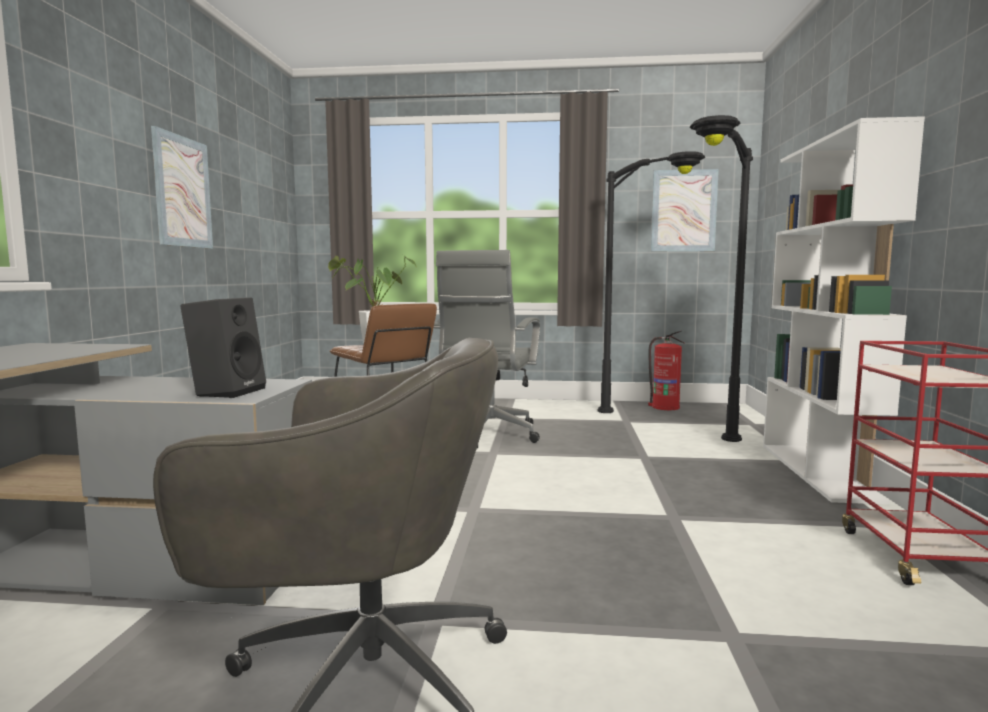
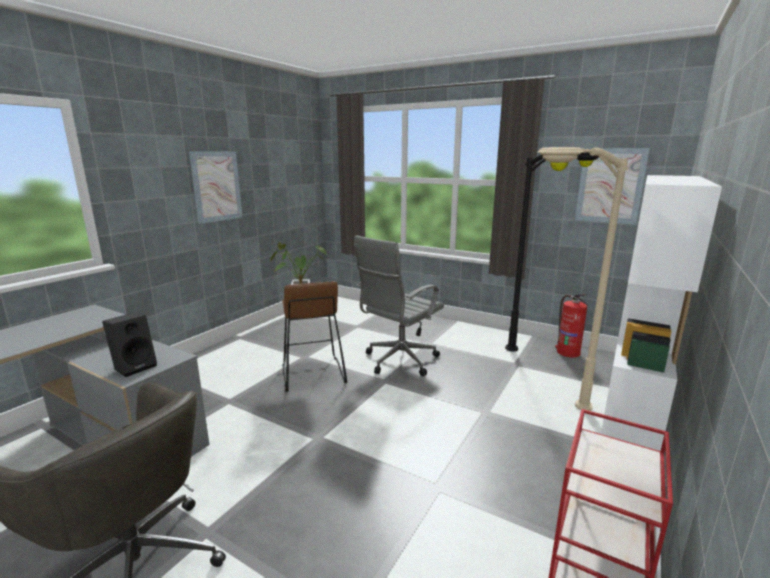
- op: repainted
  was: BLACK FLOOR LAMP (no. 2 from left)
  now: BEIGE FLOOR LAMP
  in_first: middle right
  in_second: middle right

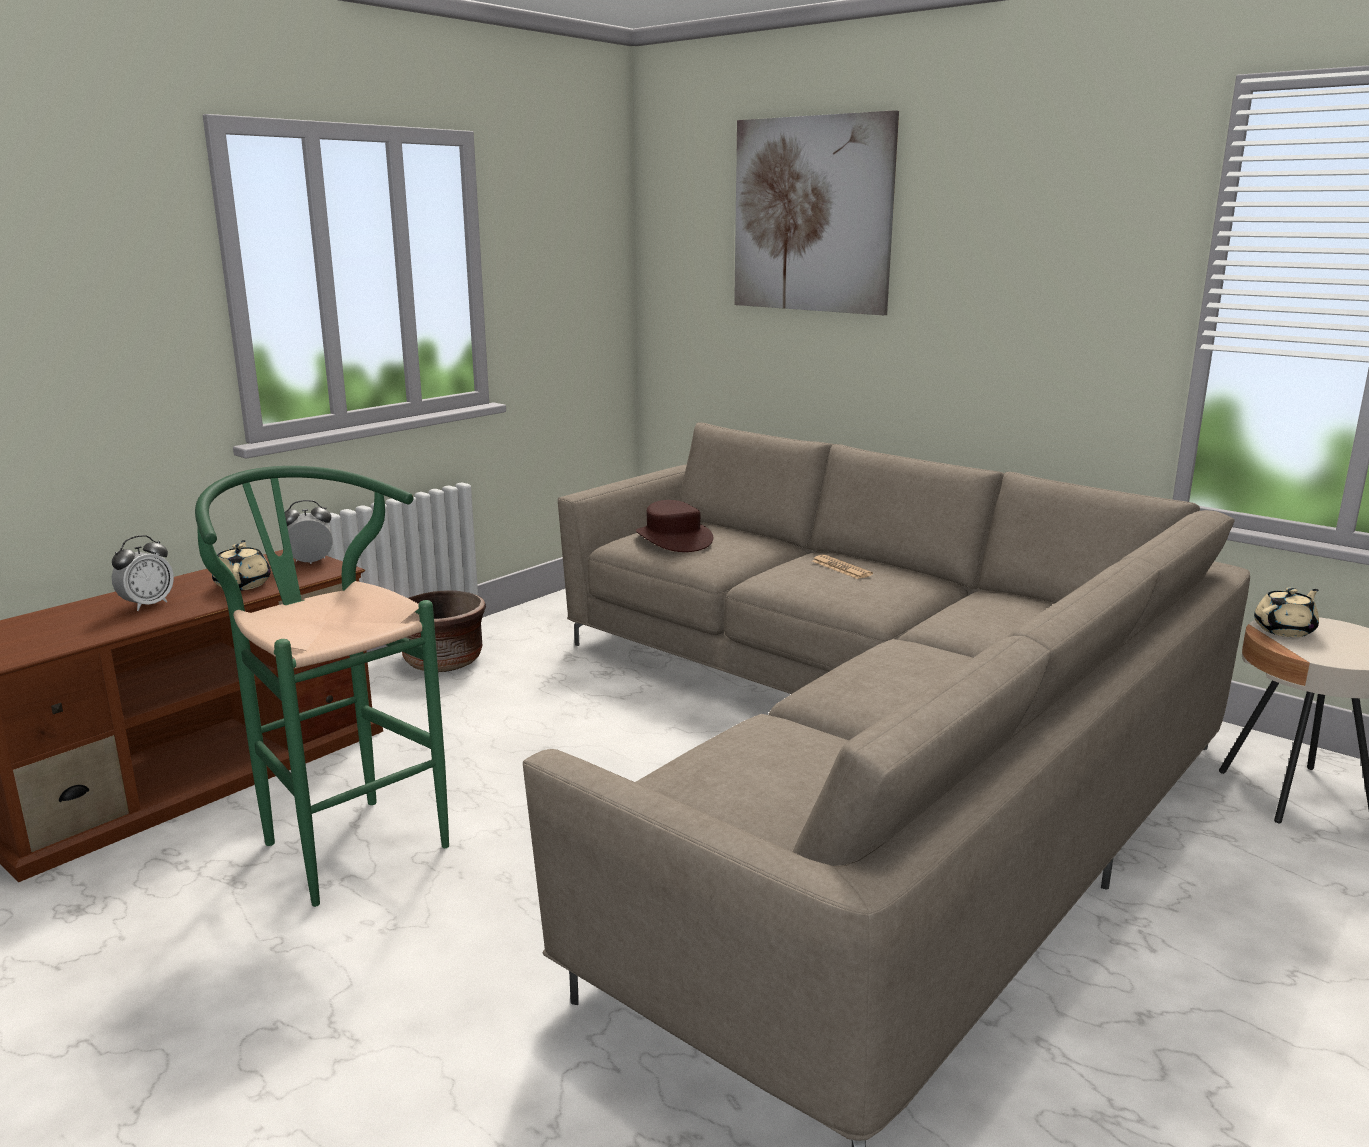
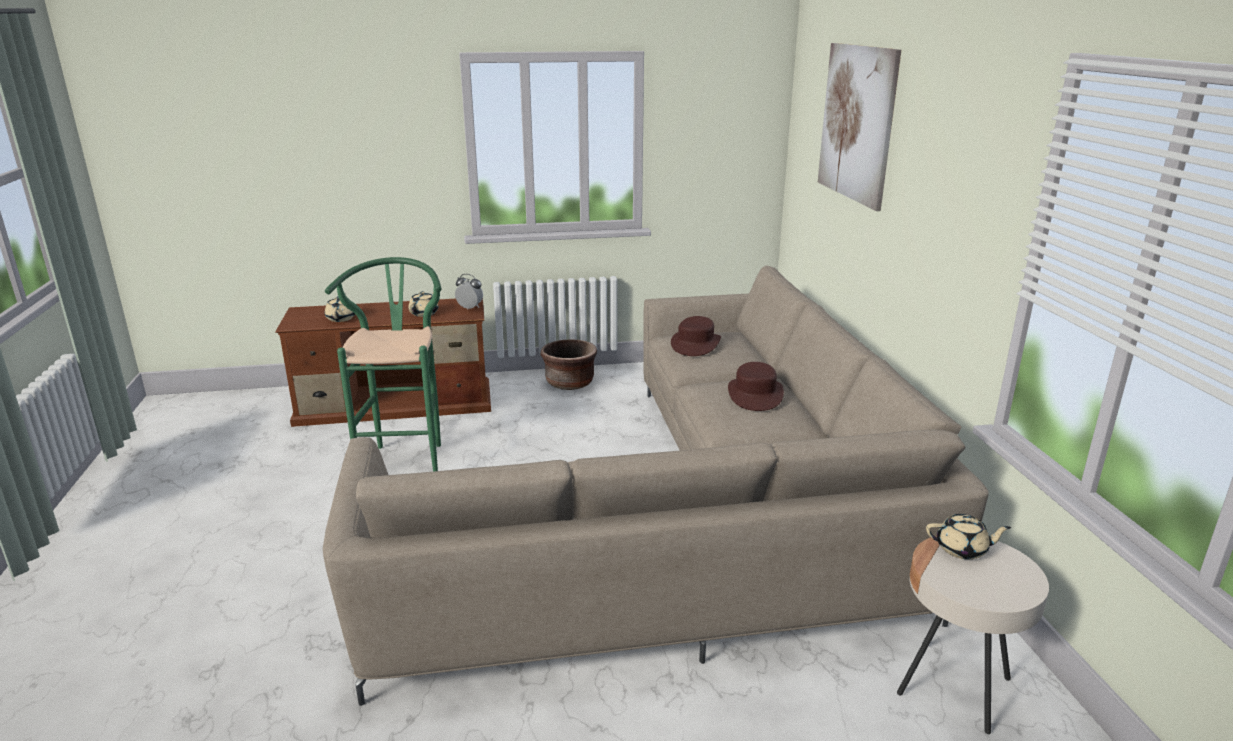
- op: gone
  was: ALARM CLOCK (no. 1 from left)
  in_first: middle left
- op: new
  now: BEIGE TEAPOT (no. 1 from left)
  in_second: middle left
- op: swapped
  was: NEWSPAPER
  now: BROWN HAT (no. 2 from left)
  in_first: centre
  in_second: centre

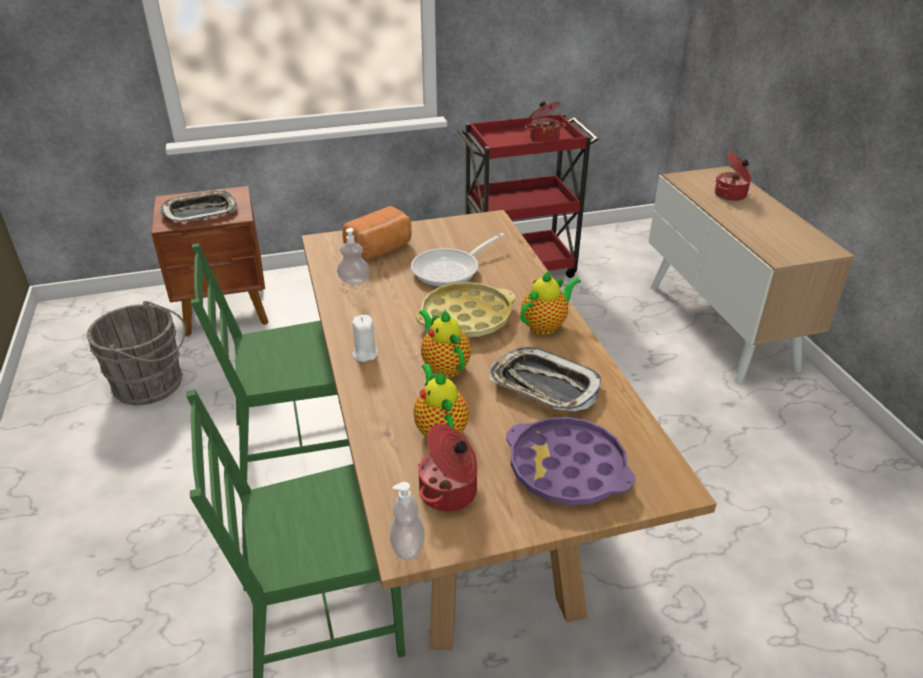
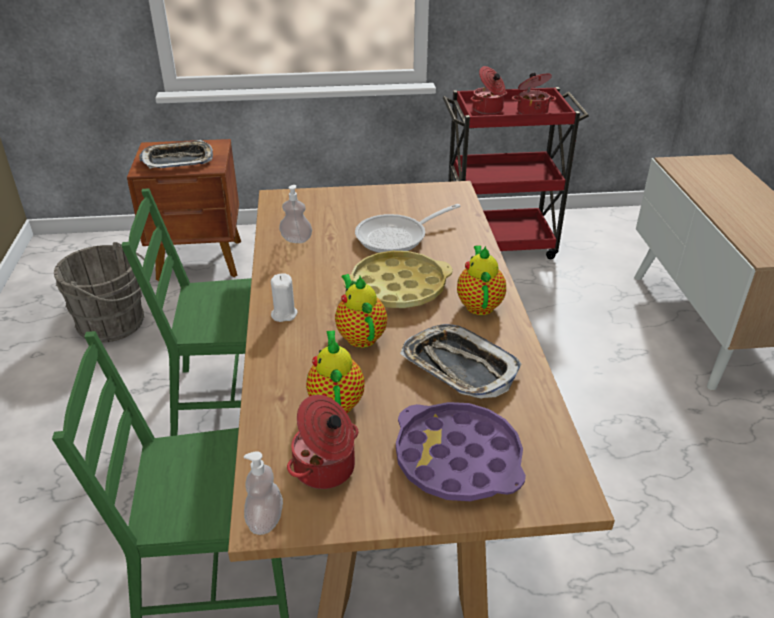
- op: gone
  was: BREAD
  in_first: centre
- op: shifted
  was: COOKING POT (no. 3 from left in the first image)
  now: COOKING POT (no. 2 from left)
  in_first: top right
  in_second: top centre
- op: rotated
  was: TEAPOT (no. 3 from left)
  in_first: centre
  in_second: centre
  clockwise: -60

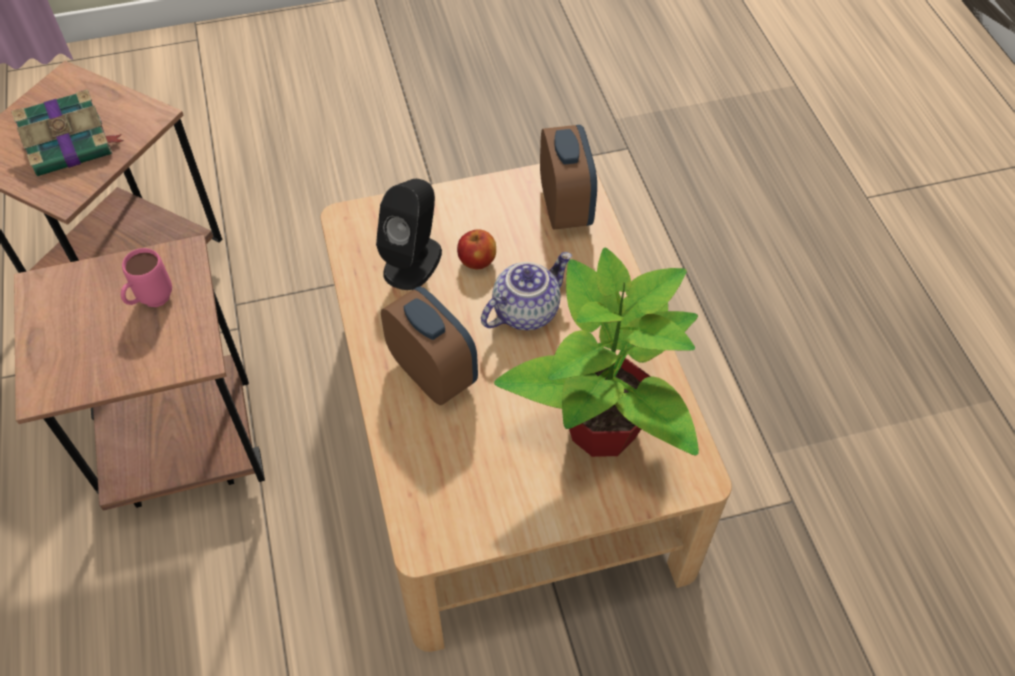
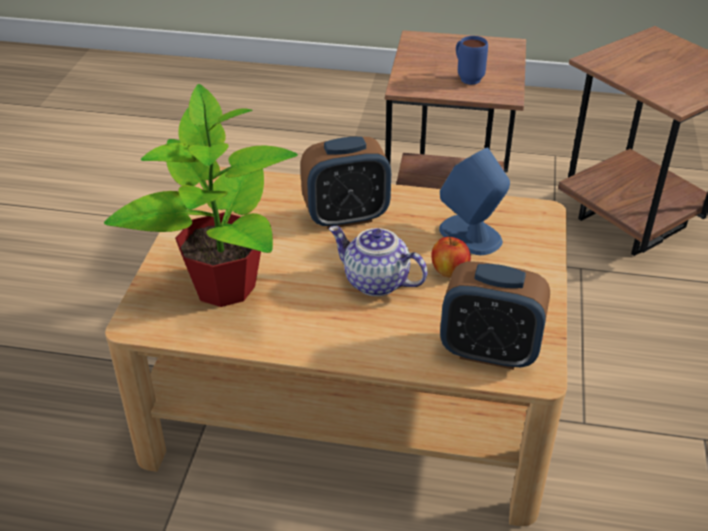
- op: gone
  was: BOOK
  in_first: top left
- op: repainted
  was: PINK MUG
  now: BLUE MUG
  in_first: middle left
  in_second: top right
- op: repainted
  was: BLACK SPEAKER
  now: BLUE SPEAKER
  in_first: centre
  in_second: middle right
- op: rotated
  was: TEAPOT
  in_first: centre
  in_second: centre
  clockwise: 135

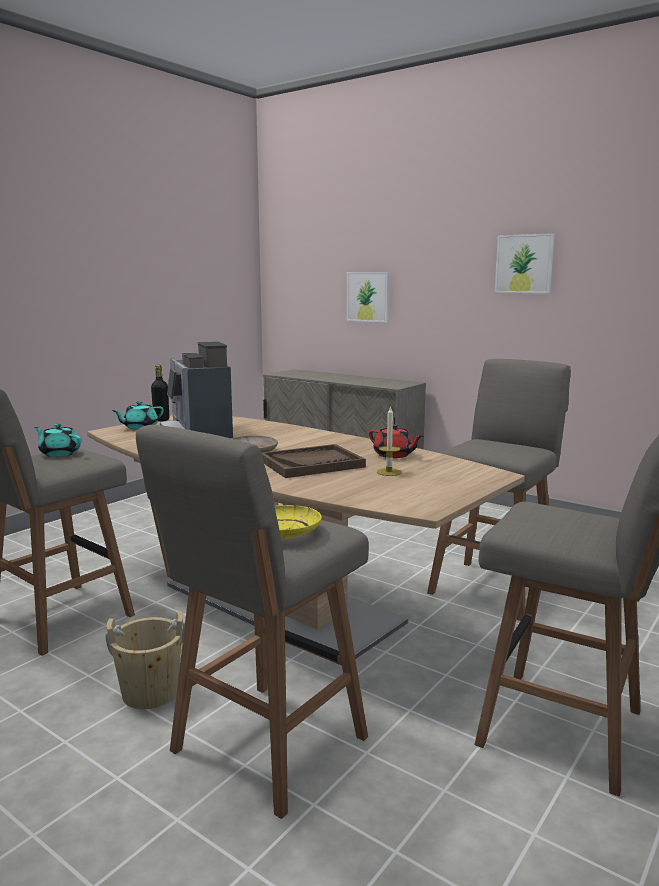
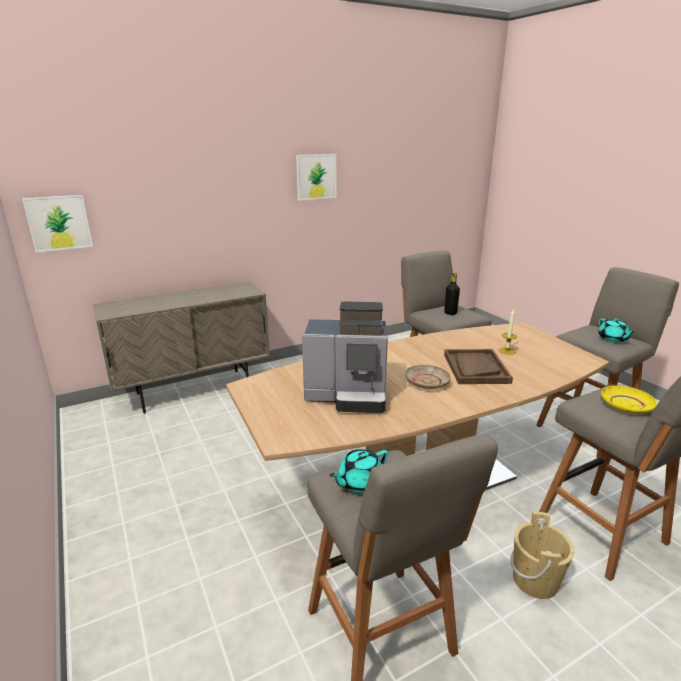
- op: gone
  was: RED TEAPOT
  in_first: centre
- op: shifted
  was: TURQUOISE TEAPOT (no. 2 from left)
  in_first: middle left
  in_second: middle right
- op: shifted
  was: BLACK BOTTLE
  in_first: middle left
  in_second: centre
- op: shifted
  was: PICTURE (no. 1 from left)
  in_first: centre
  in_second: top left

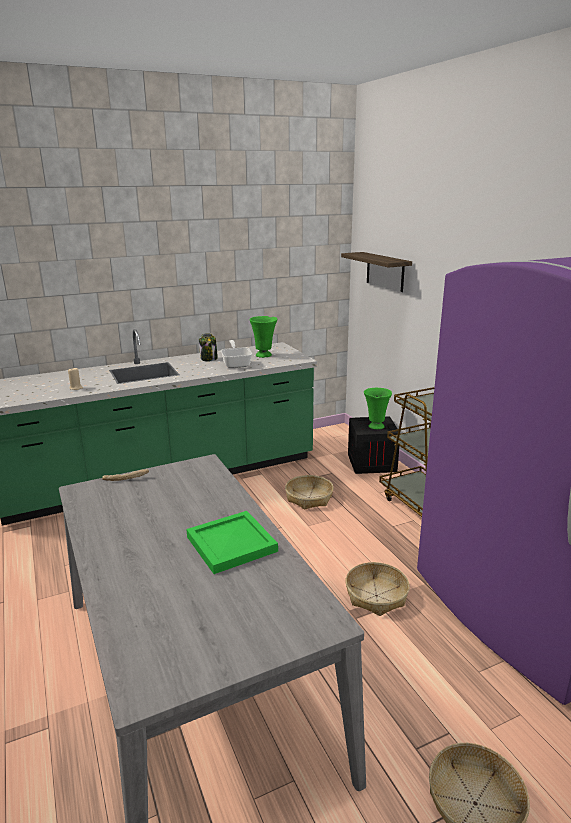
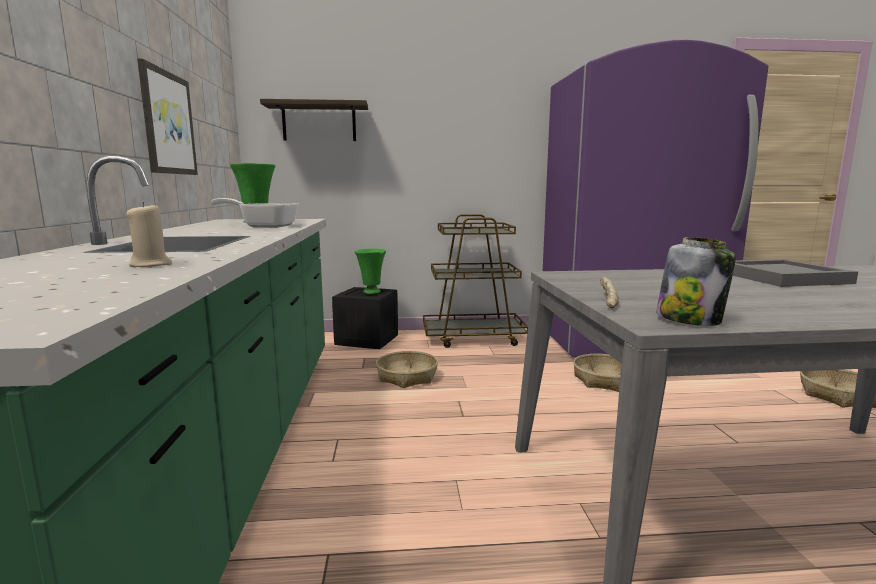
- op: new
  now: PICTURE
  in_second: top left
- op: shifted
  was: JAR
  in_first: centre
  in_second: middle right
- op: repainted
  was: GREEN TRAY
  now: GREY TRAY
  in_first: centre
  in_second: middle right

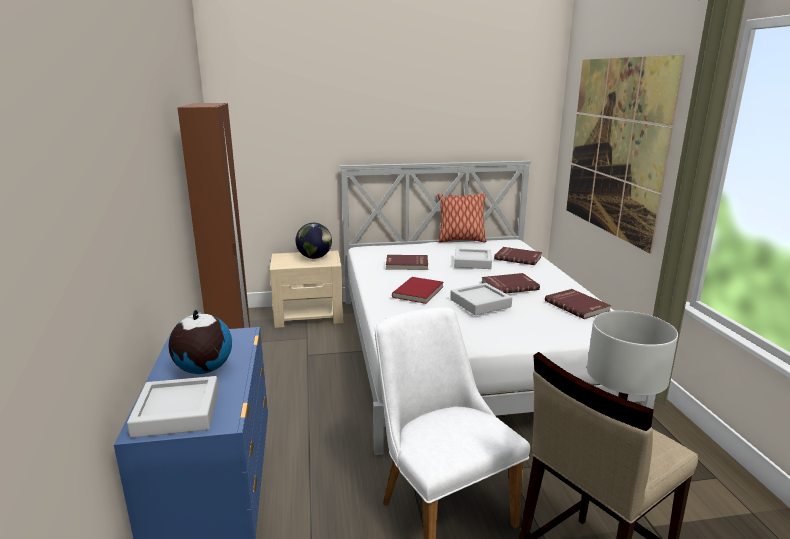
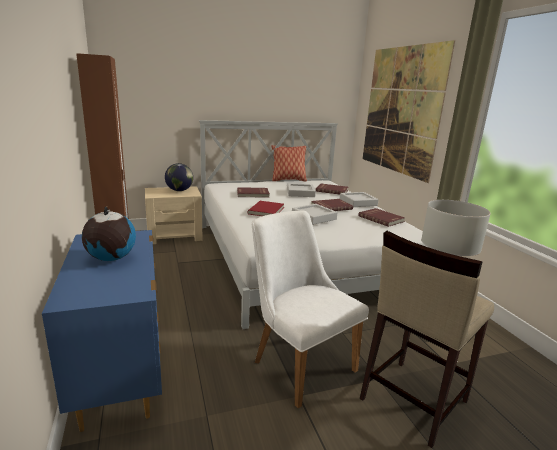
- op: shifted
  was: GREY TRAY (no. 1 from left in the first image)
  now: GREY TRAY (no. 3 from left)
  in_first: bottom left
  in_second: centre

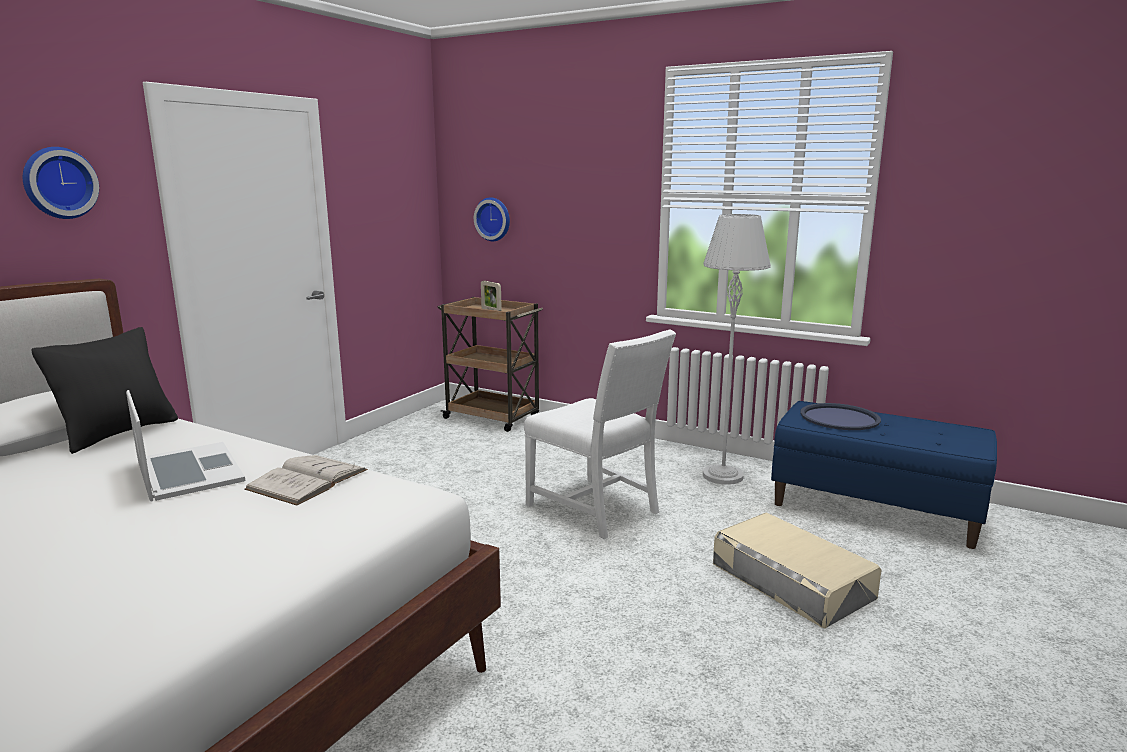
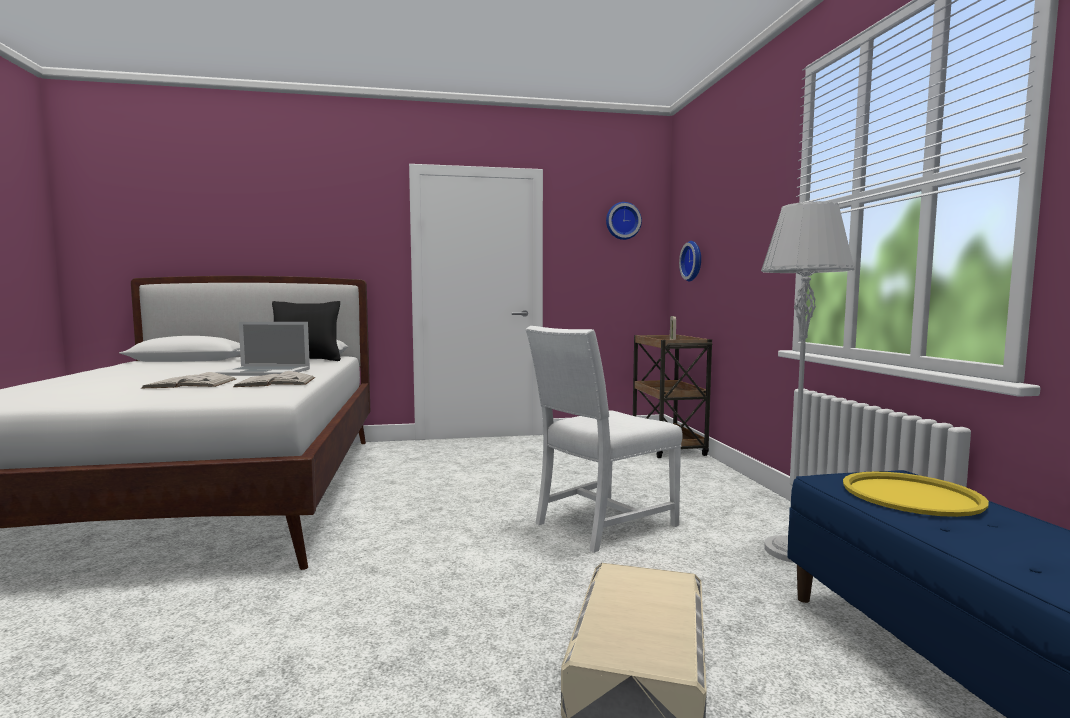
- op: new
  now: WHITE BOOK (no. 1 from left)
  in_second: middle left
- op: shifted
  was: WALL CLOCK (no. 1 from left)
  in_first: top left
  in_second: top centre
- op: repainted
  was: BLUE TRAY
  now: YELLOW TRAY
  in_first: middle right
  in_second: bottom right
- op: rotated
  was: LAPTOP
  in_first: middle left
  in_second: middle left
  clockwise: 75
- op: rotated
  was: WHITE CHAIR
  in_first: centre
  in_second: centre
  clockwise: 45

